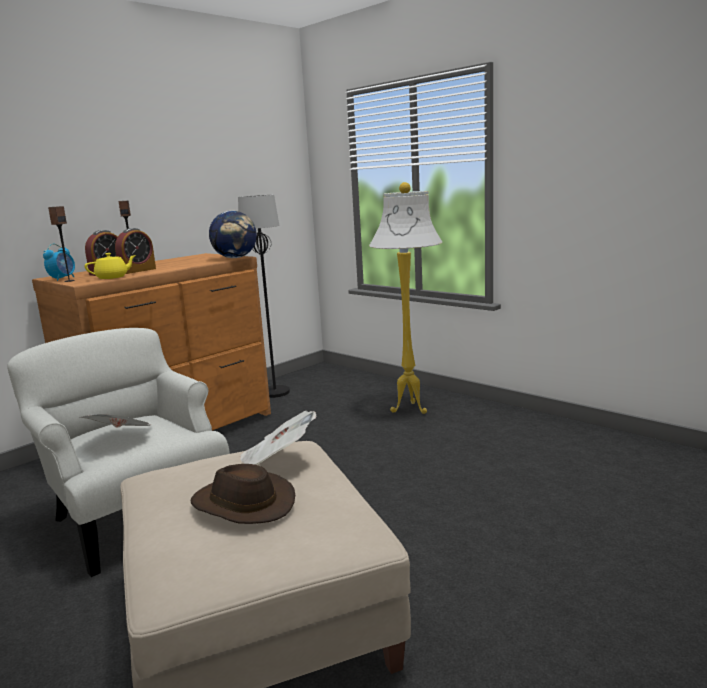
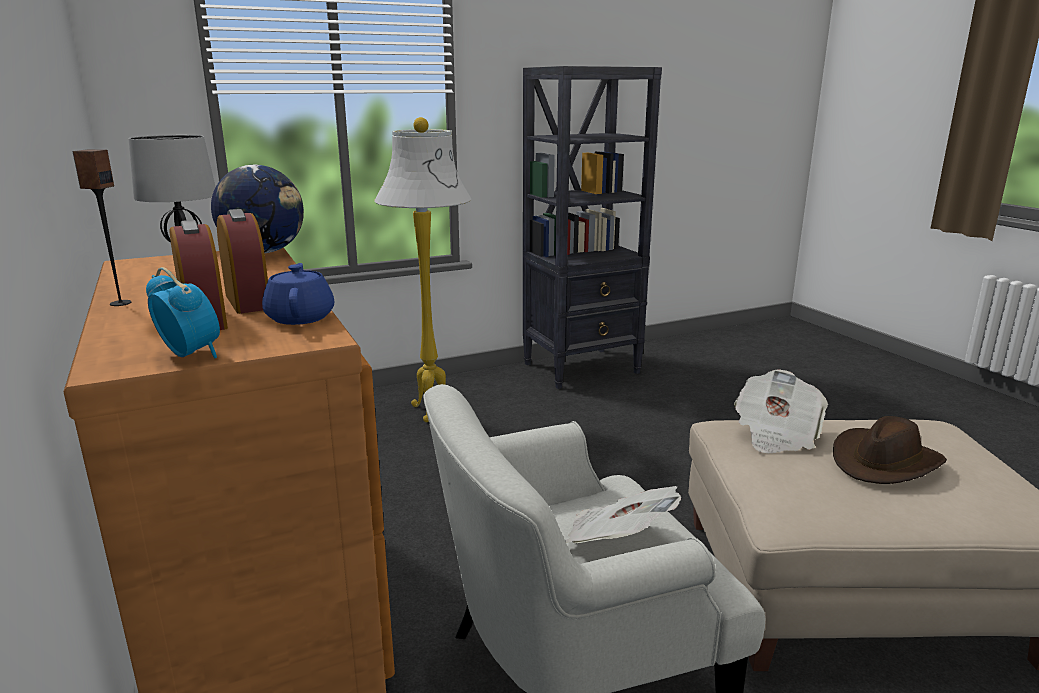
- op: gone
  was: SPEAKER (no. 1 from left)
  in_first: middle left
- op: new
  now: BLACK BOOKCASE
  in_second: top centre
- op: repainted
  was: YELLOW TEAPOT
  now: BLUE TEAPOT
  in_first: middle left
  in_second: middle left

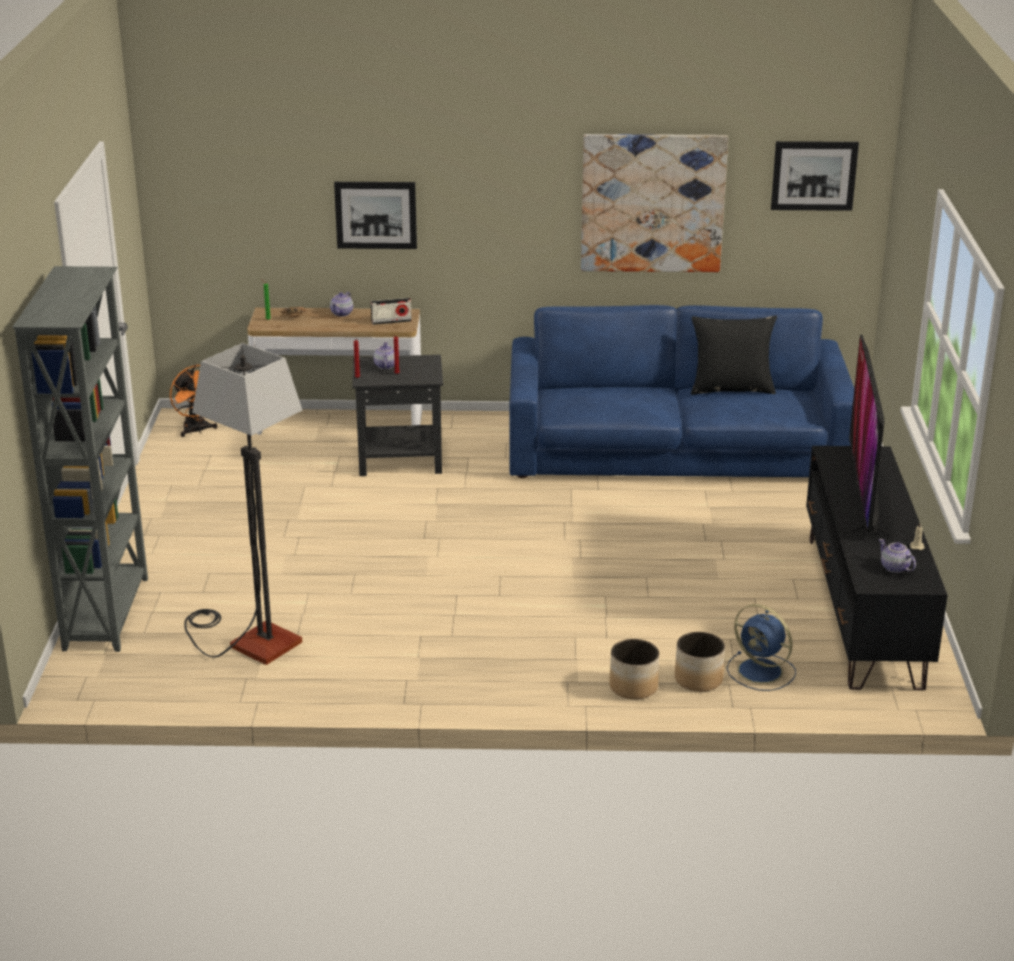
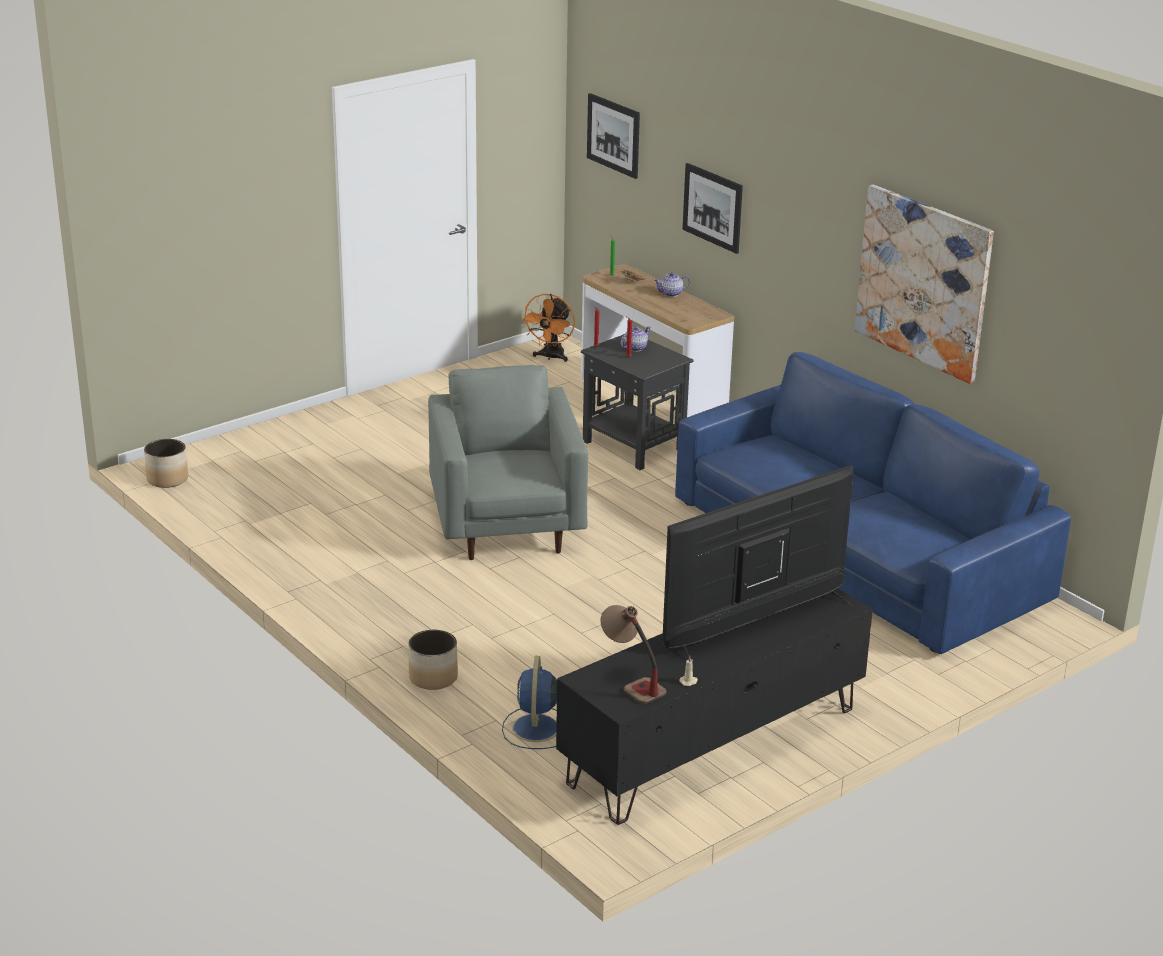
- op: gone
  was: GREY BOOKCASE
  in_first: middle left
- op: gone
  was: FLOOR LAMP
  in_first: middle left
- op: gone
  was: RADIO
  in_first: top centre
- op: gone
  was: BLACK PILLOW
  in_first: middle right
- op: new
  now: GREY ARMCHAIR
  in_second: centre
- op: shifted
  was: PLANTER (no. 2 from left in the first image)
  now: PLANTER (no. 1 from left)
  in_first: bottom right
  in_second: middle left
- op: shifted
  was: PICTURE (no. 3 from left in the first image)
  now: PICTURE (no. 1 from left)
  in_first: top right
  in_second: top centre
- op: swapped
  was: TEAPOT (no. 3 from left)
  now: TABLE LAMP
  in_first: middle right
  in_second: bottom centre

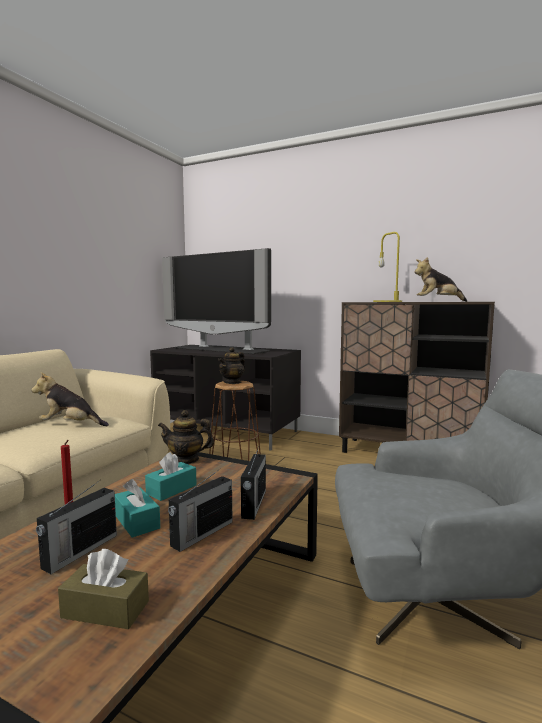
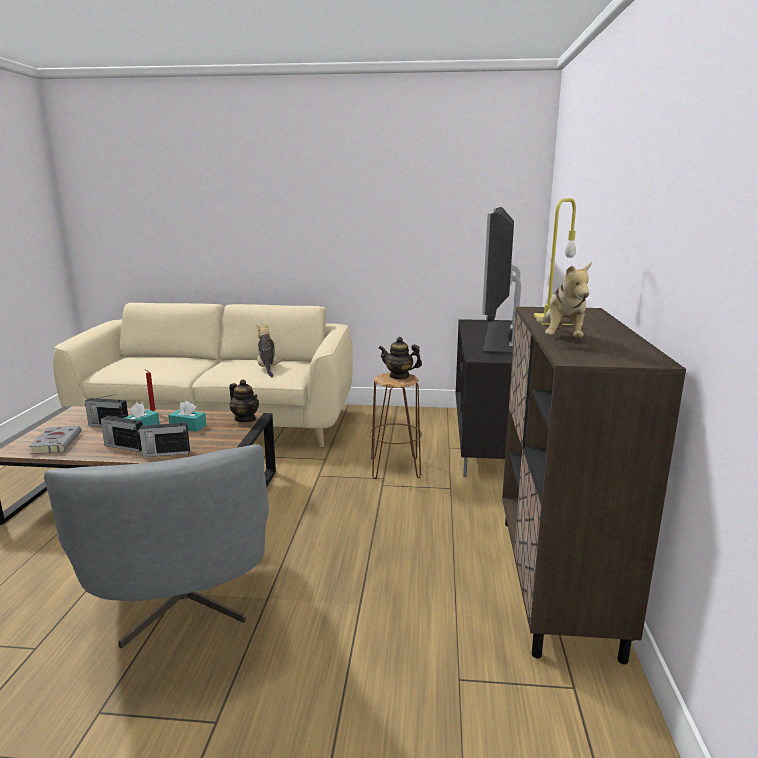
- op: swapped
  was: BROWN TISSUE BOX
  now: GREY BOOK
  in_first: bottom left
  in_second: middle left
- op: rotated
  was: TEAPOT (no. 1 from left)
  in_first: centre
  in_second: middle left
  clockwise: 150
- op: rotated
  was: PLUSH TOY (no. 2 from left)
  in_first: middle right
  in_second: middle right
  clockwise: -150

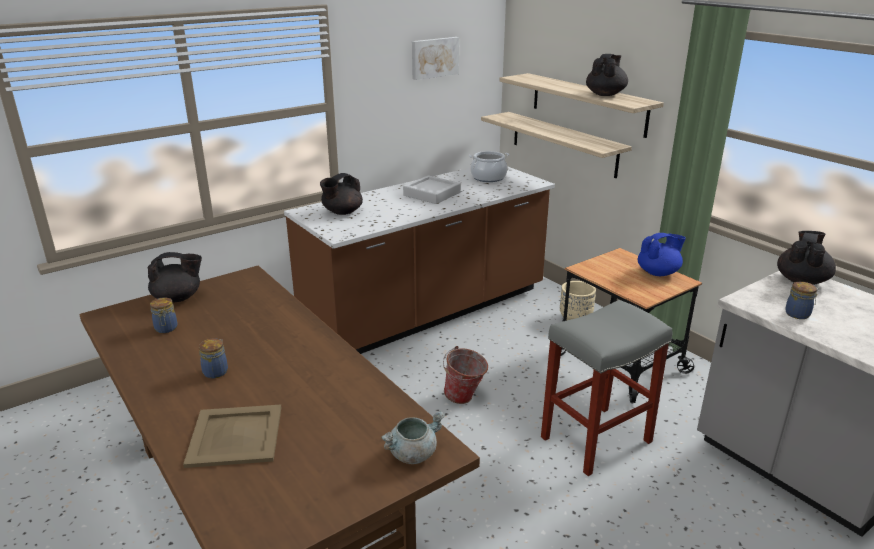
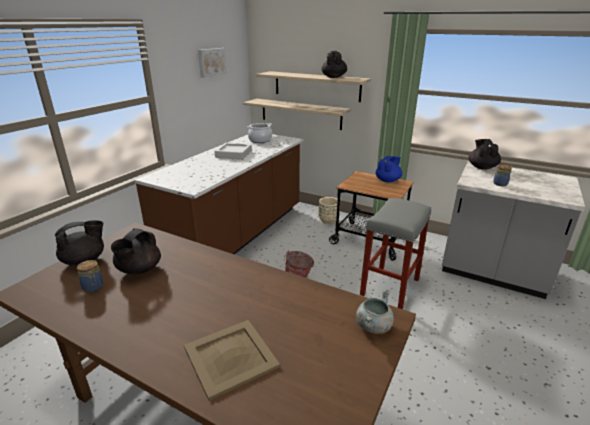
- op: gone
  was: JAR (no. 2 from left)
  in_first: middle left
- op: shifted
  was: BLACK TEAPOT (no. 2 from left)
  in_first: centre
  in_second: middle left

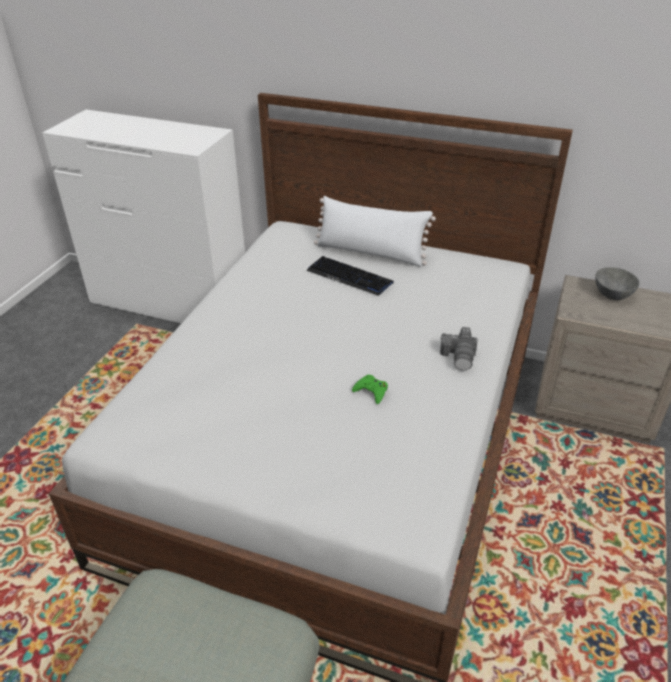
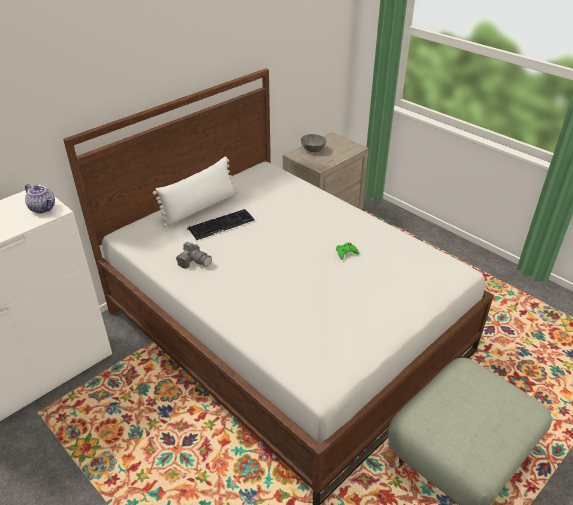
- op: new
  now: TEAPOT
  in_second: middle left
- op: shifted
  was: PHOTO CAMERA
  in_first: middle right
  in_second: centre

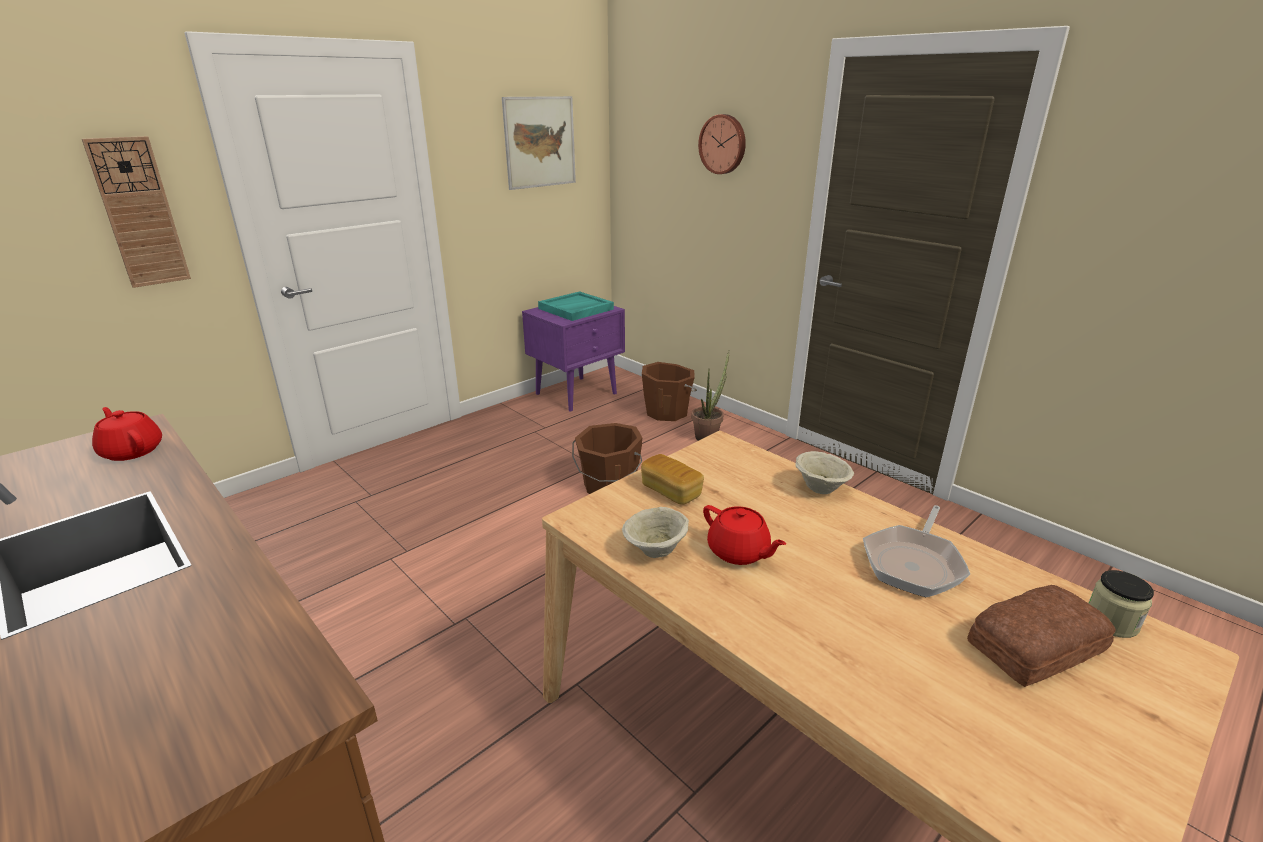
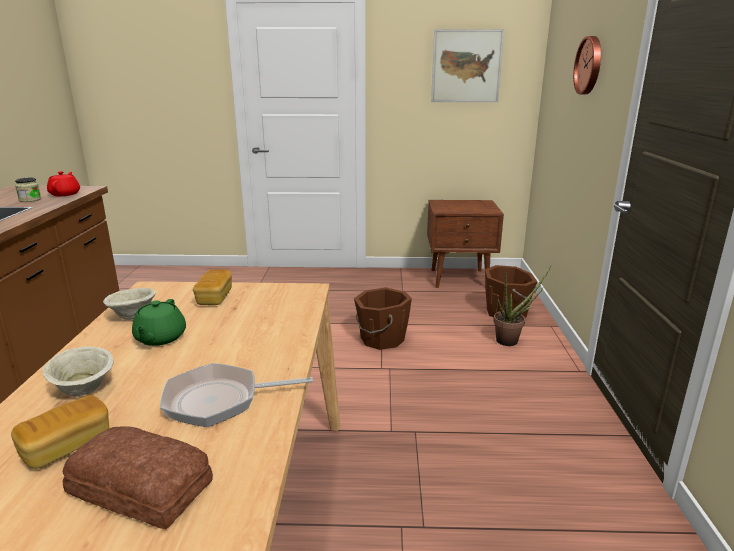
- op: gone
  was: WALL CLOCK (no. 1 from left)
  in_first: top left
- op: gone
  was: TURQUOISE TRAY
  in_first: centre
- op: new
  now: BREAD (no. 1 from left)
  in_second: bottom left
- op: shifted
  was: BEIGE BOWL (no. 2 from left in the first image)
  now: BEIGE BOWL (no. 1 from left)
  in_first: centre
  in_second: bottom left
- op: shifted
  was: JAR
  in_first: bottom right
  in_second: middle left
- op: repainted
  was: PURPLE NIGHTSTAND
  now: BROWN NIGHTSTAND
  in_first: centre
  in_second: centre
- op: repainted
  was: RED TEAPOT (no. 2 from left)
  now: GREEN TEAPOT
  in_first: centre
  in_second: middle left

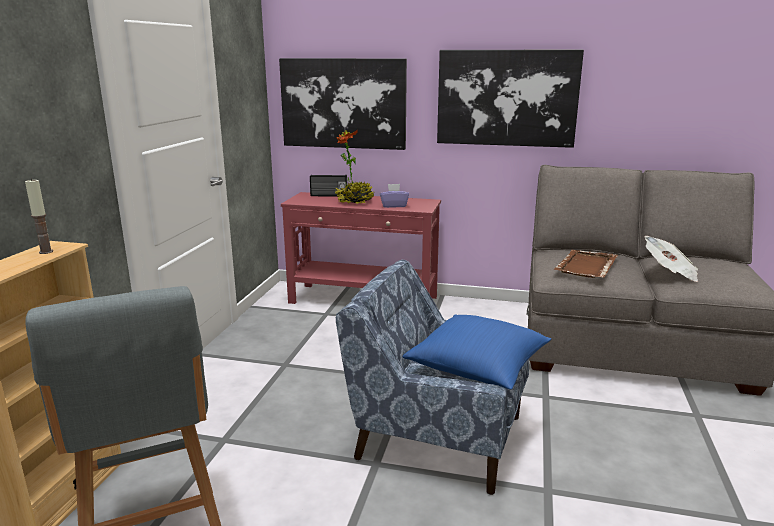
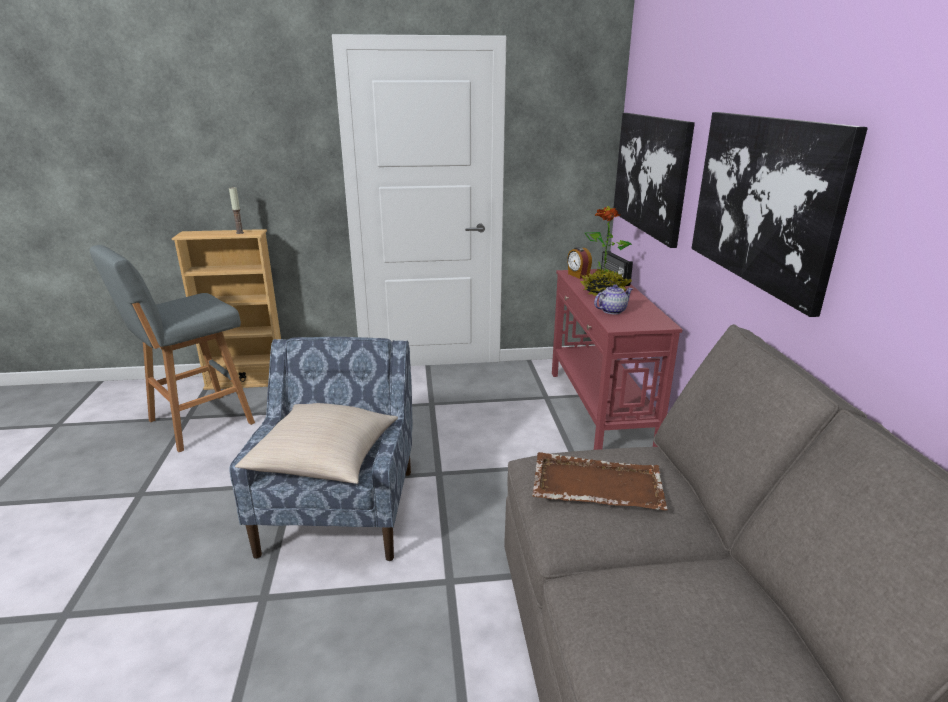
- op: gone
  was: NEWSPAPER
  in_first: middle right
- op: new
  now: ALARM CLOCK
  in_second: centre
- op: swapped
  was: PURPLE TISSUE BOX
  now: TEAPOT
  in_first: centre
  in_second: centre
- op: repainted
  was: BLUE PILLOW
  now: BEIGE PILLOW
  in_first: bottom centre
  in_second: centre

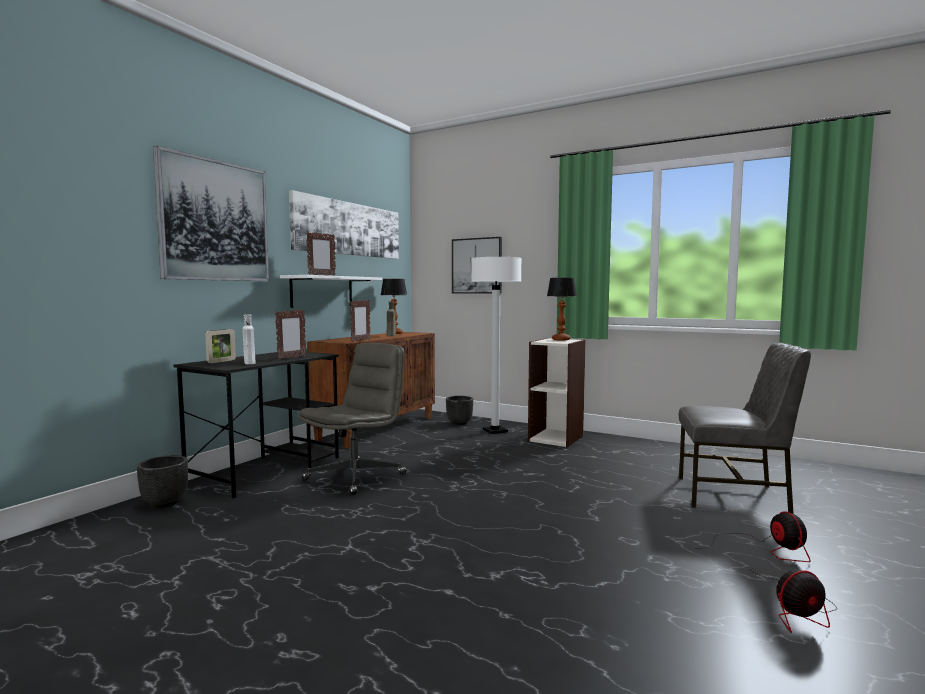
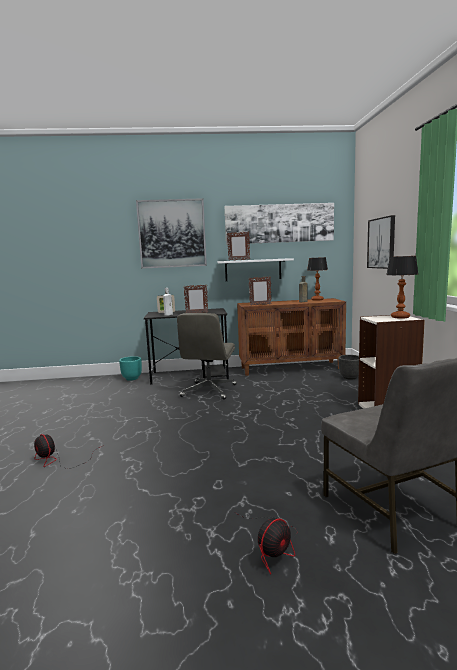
- op: gone
  was: WHITE FLOOR LAMP
  in_first: centre
- op: shifted
  was: FAN (no. 2 from left in the first image)
  now: FAN (no. 1 from left)
  in_first: bottom right
  in_second: bottom left
- op: repainted
  was: BLACK PLANTER (no. 1 from left)
  now: TURQUOISE PLANTER
  in_first: bottom left
  in_second: middle left
- op: rotated
  was: GREY OFFICE CHAIR
  in_first: centre
  in_second: centre
  clockwise: 105

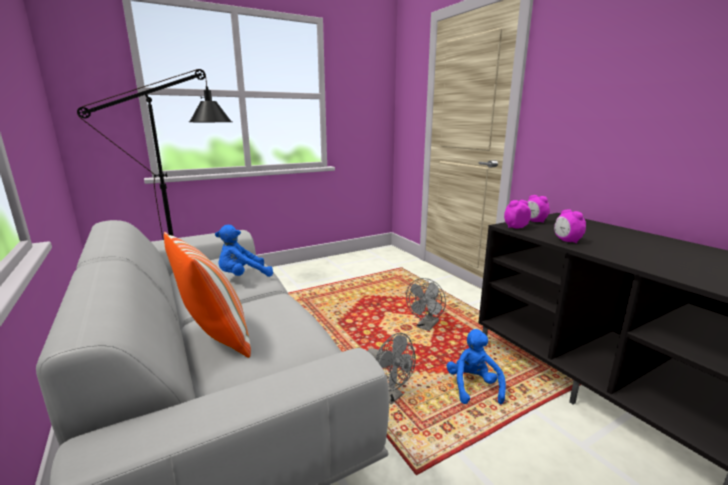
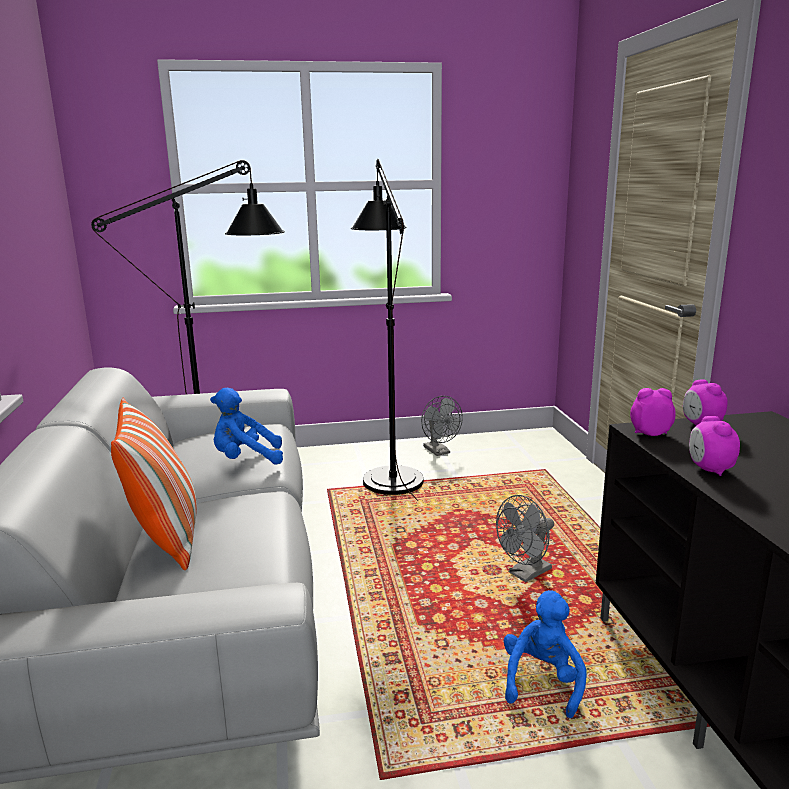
- op: new
  now: BLACK FLOOR LAMP (no. 2 from left)
  in_second: centre
- op: shifted
  was: GREY FAN (no. 1 from left)
  in_first: bottom centre
  in_second: centre

